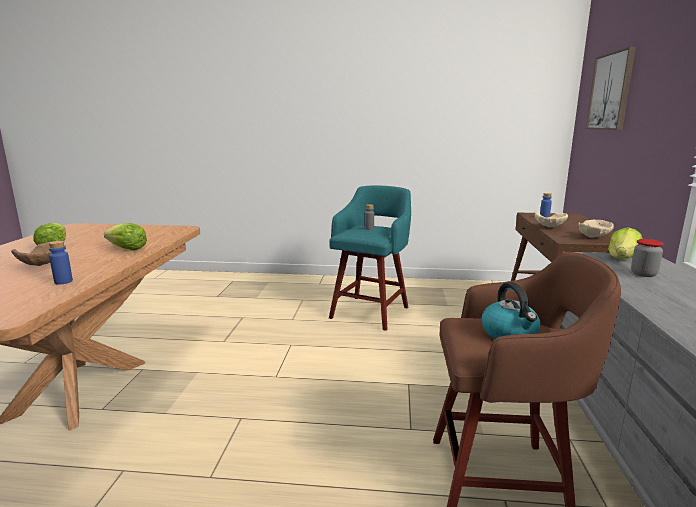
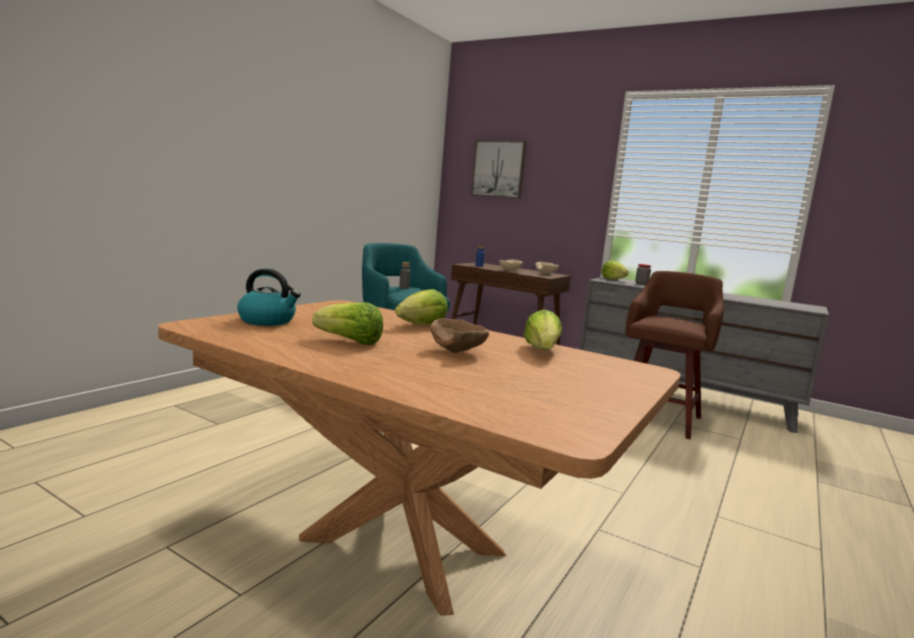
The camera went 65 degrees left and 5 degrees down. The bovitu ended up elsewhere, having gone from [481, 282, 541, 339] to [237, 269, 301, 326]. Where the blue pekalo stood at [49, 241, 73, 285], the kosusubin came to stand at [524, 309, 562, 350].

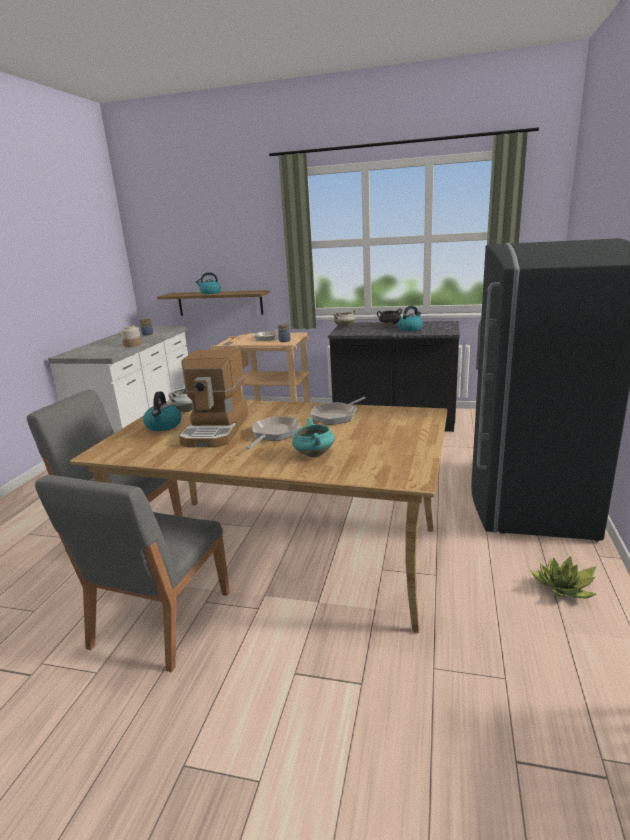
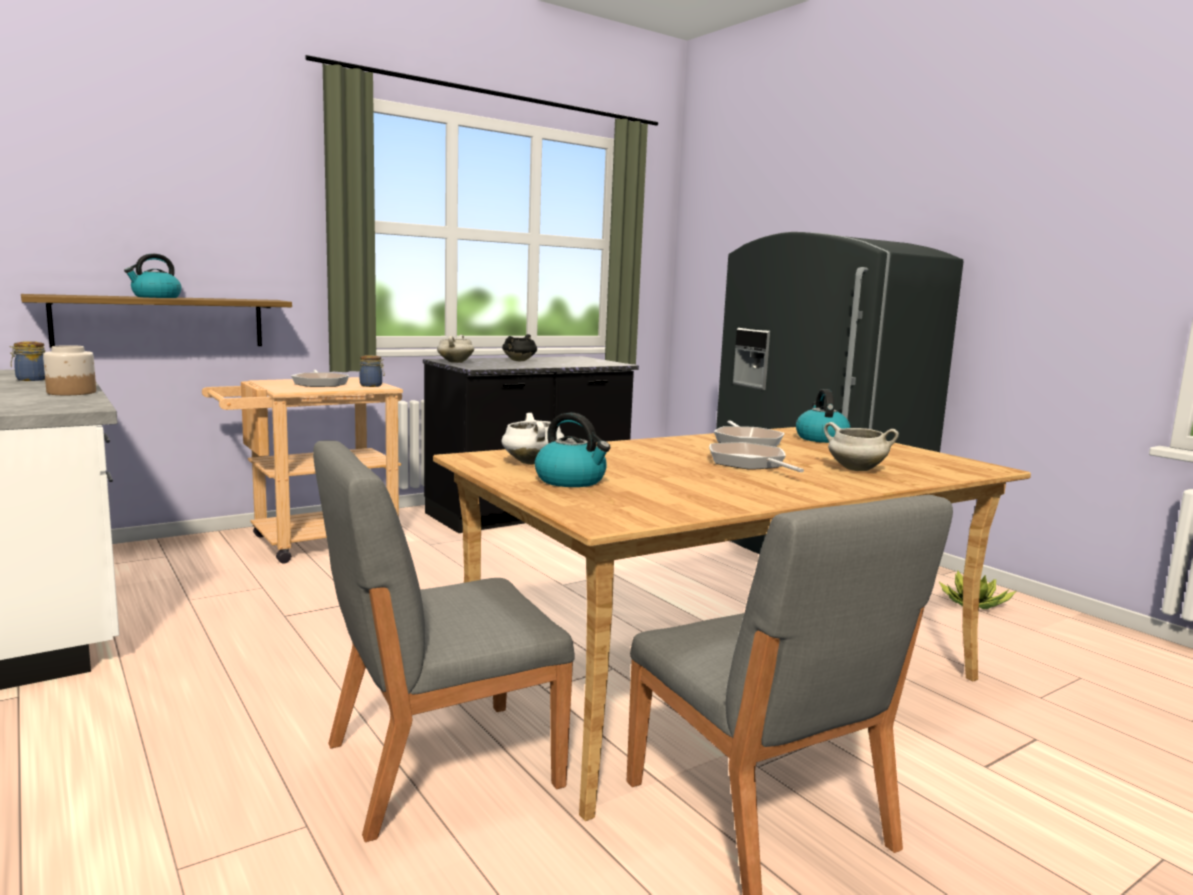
The camera went 50 degrees left and 10 degrees down. The bovitu ended up elsewhere, having gone from [398, 306, 423, 331] to [796, 389, 850, 443]. What was the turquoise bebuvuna at [292, 418, 335, 457] turned into the white bebuvuna at [824, 422, 899, 471]. The second view lost the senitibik at [179, 349, 248, 448].

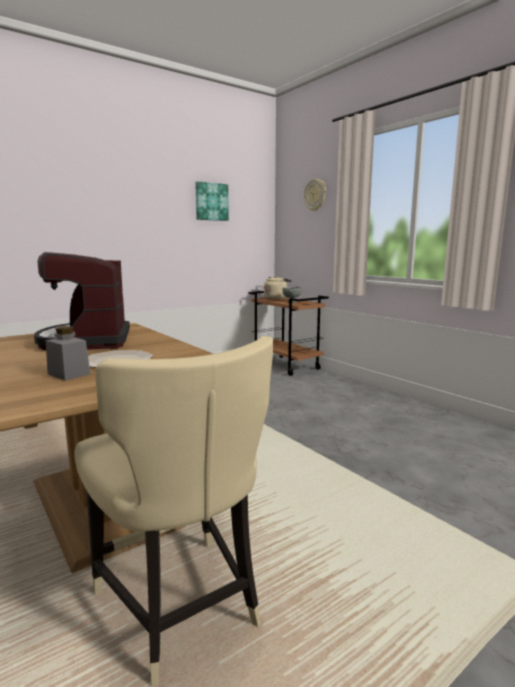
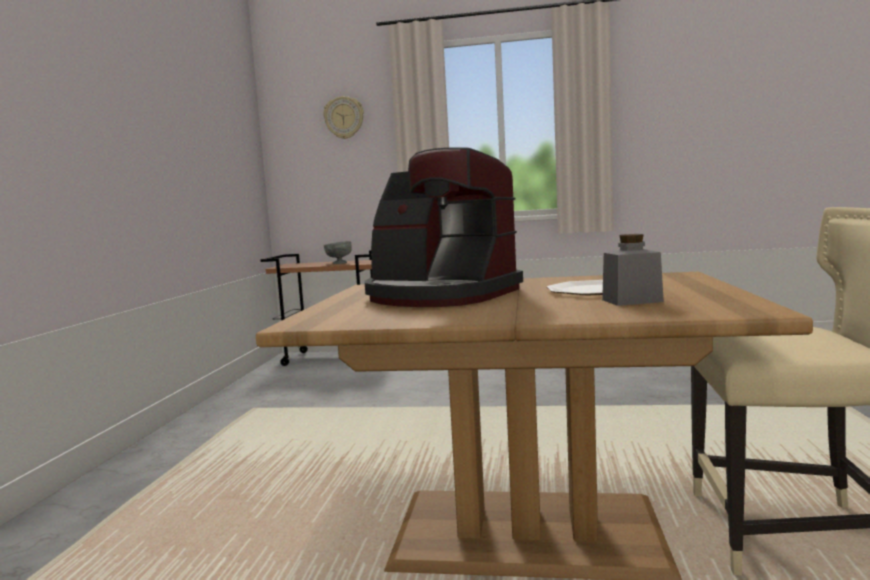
The camera went 45 degrees left and 5 degrees down. The second view lost the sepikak at [195, 181, 229, 221]. The second view lost the beige bovitu at [264, 276, 292, 299].

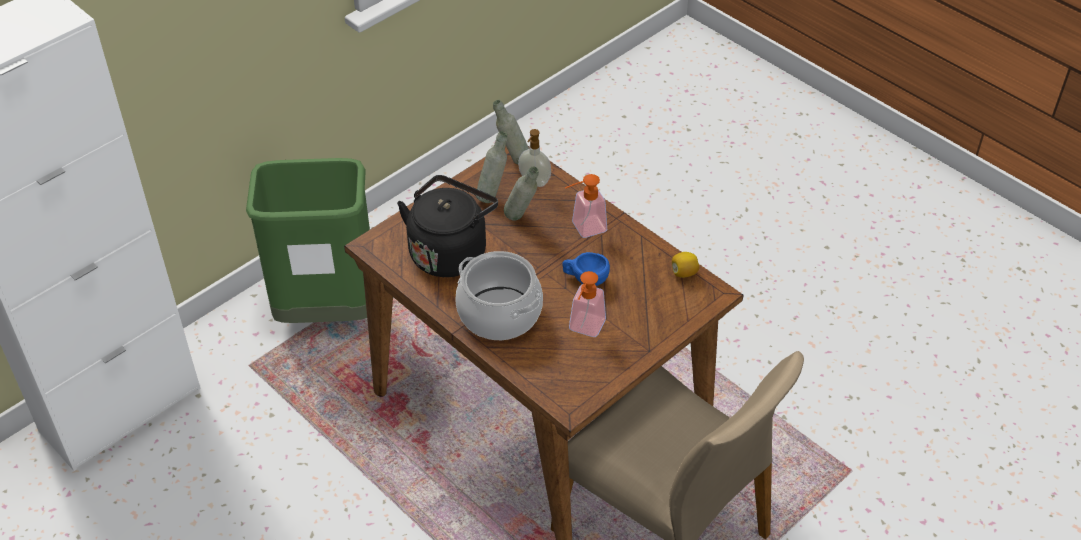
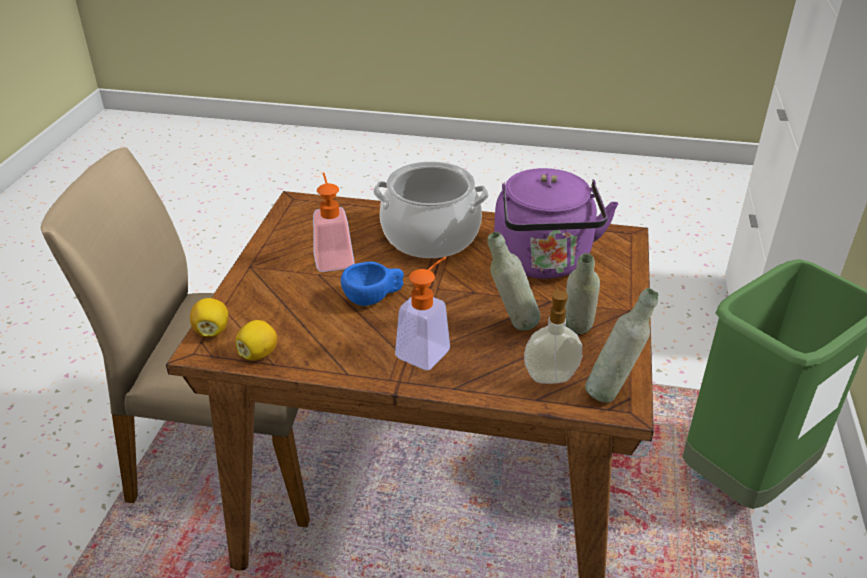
The camera went 145 degrees right and 10 degrees down. The second view gained the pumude at [190, 298, 228, 337]. What was the black bovitu at [397, 175, 498, 277] turned into the purple bovitu at [494, 168, 618, 279].

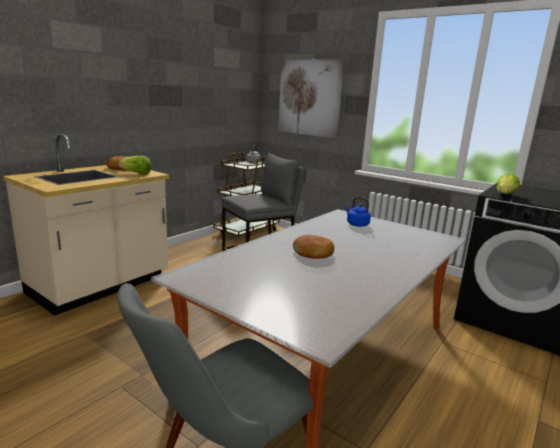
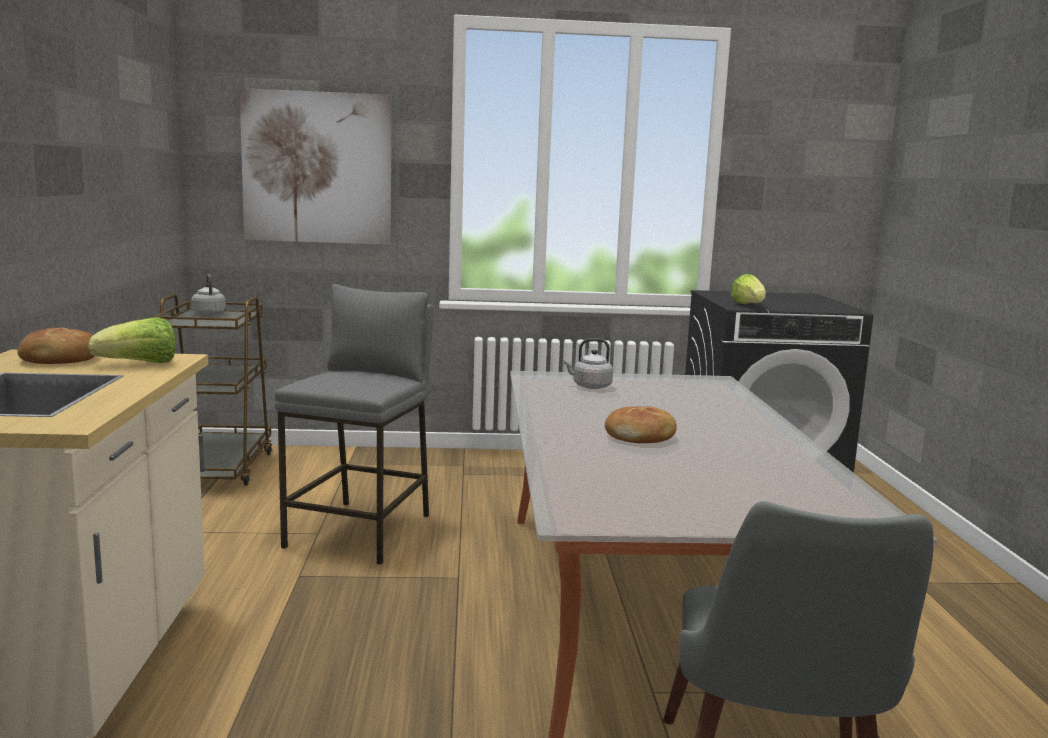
The camera went 40 degrees left and 5 degrees down. What was the blue bovitu at [345, 197, 371, 227] turned into the grey bovitu at [563, 338, 613, 389].

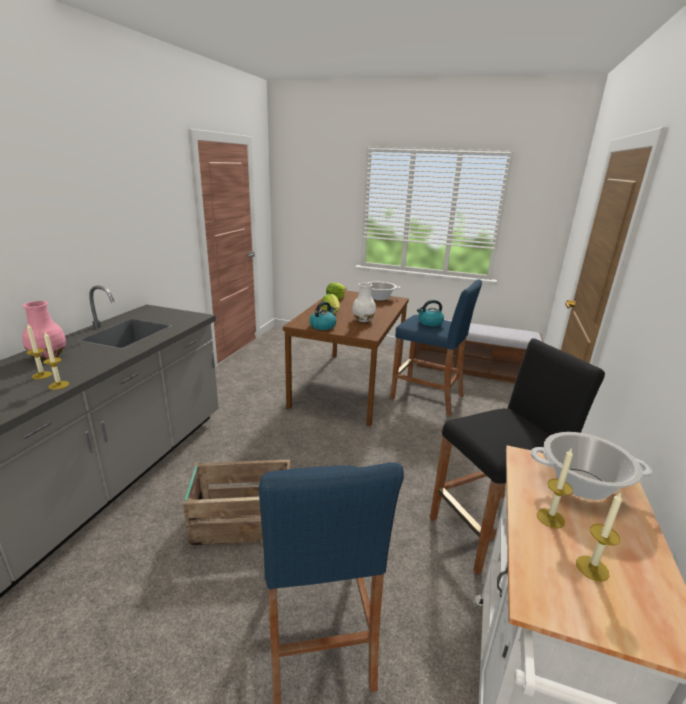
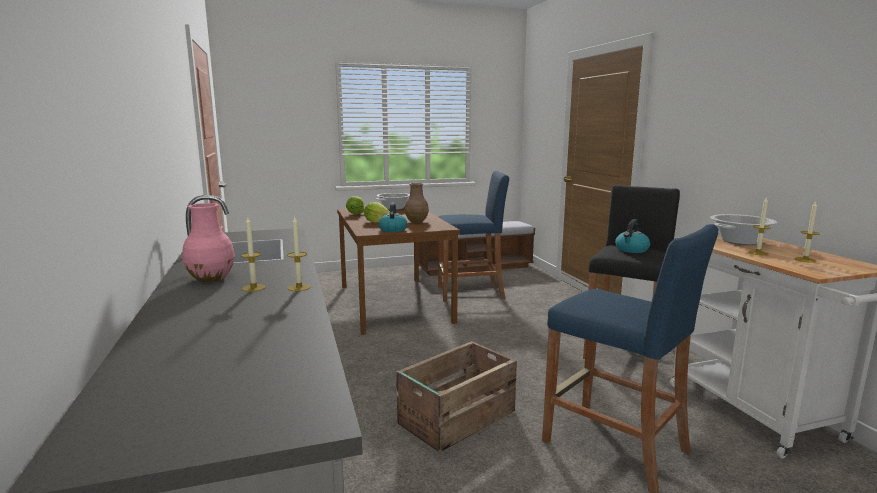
The camera went 35 degrees left and 10 degrees down. What was the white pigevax at [352, 283, 376, 322] turned into the brown pigevax at [405, 183, 429, 223]. The bovitu ended up elsewhere, having gone from [417, 300, 444, 326] to [615, 219, 650, 253].

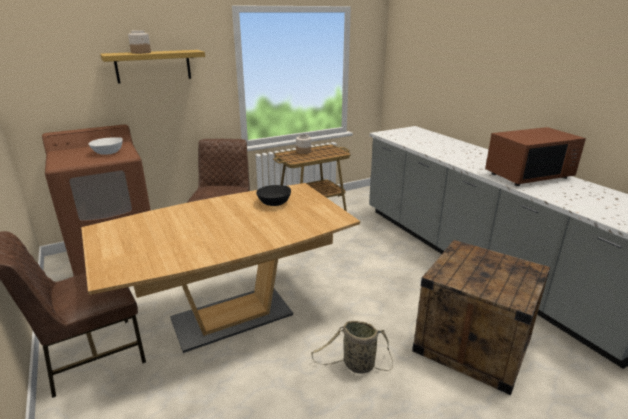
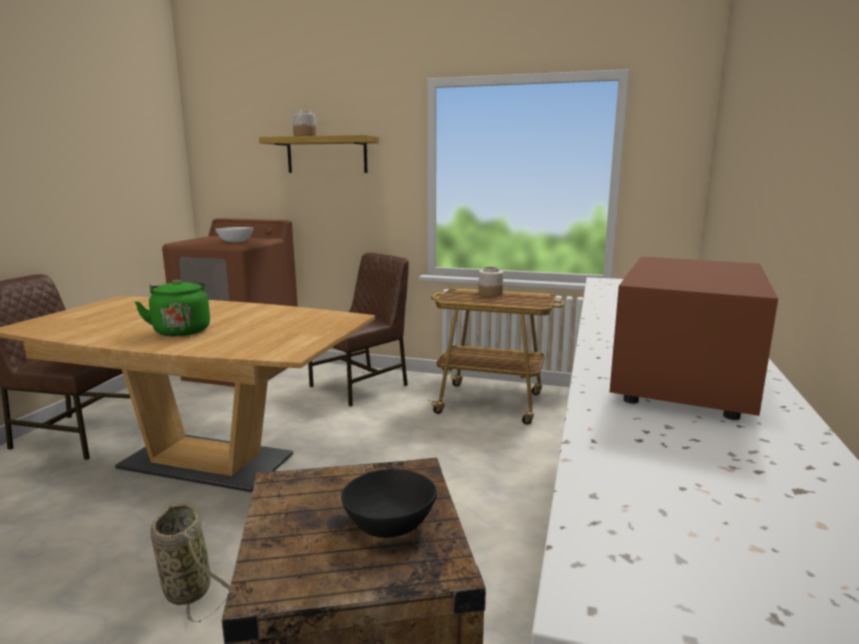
The camera went 45 degrees right and 10 degrees down. The second view gained the green bovitu at [135, 279, 210, 336]. The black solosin ended up elsewhere, having gone from [256, 185, 291, 206] to [341, 469, 437, 538]. The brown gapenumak at [485, 127, 586, 186] ended up facing another way, 90 degrees clockwise from before.

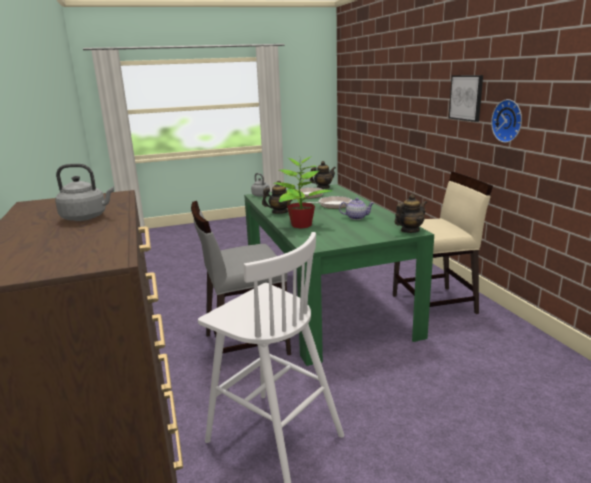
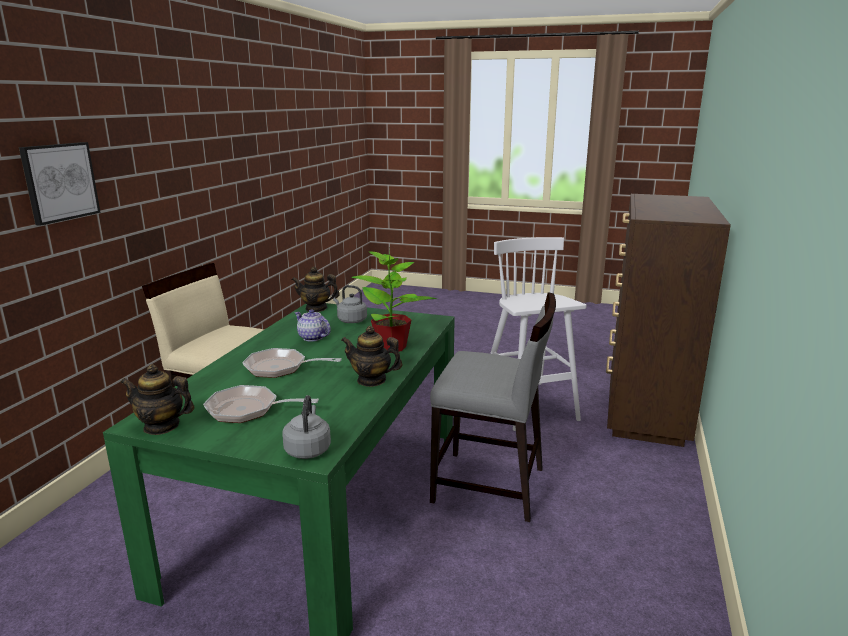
The camera went 145 degrees left and 0 degrees up. The grey bovitu ended up elsewhere, having gone from [55, 164, 114, 221] to [333, 285, 367, 323]. The second view lost the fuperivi at [491, 99, 522, 143].

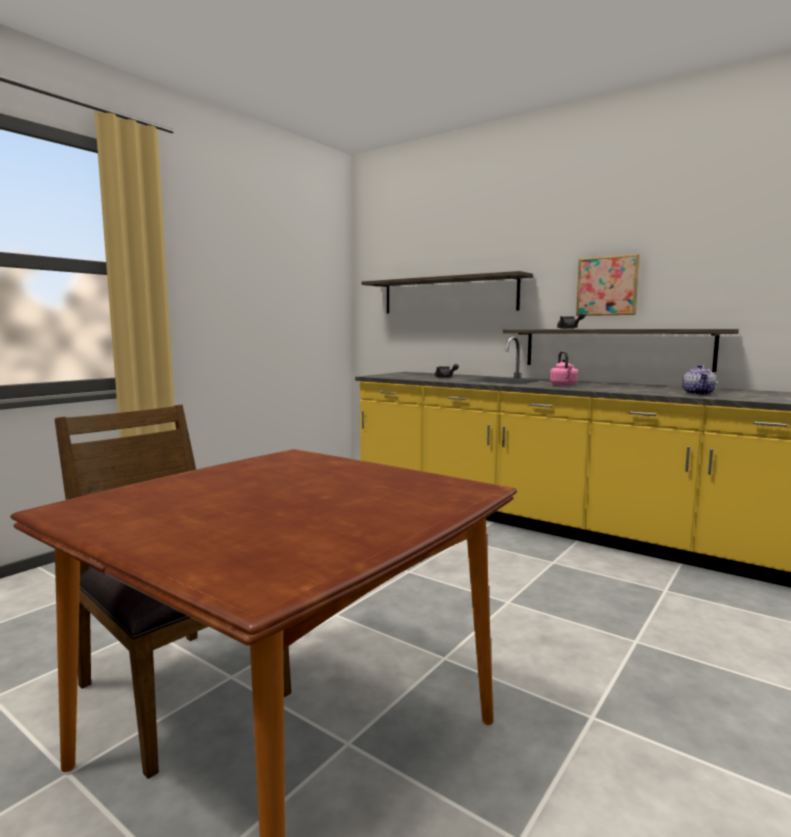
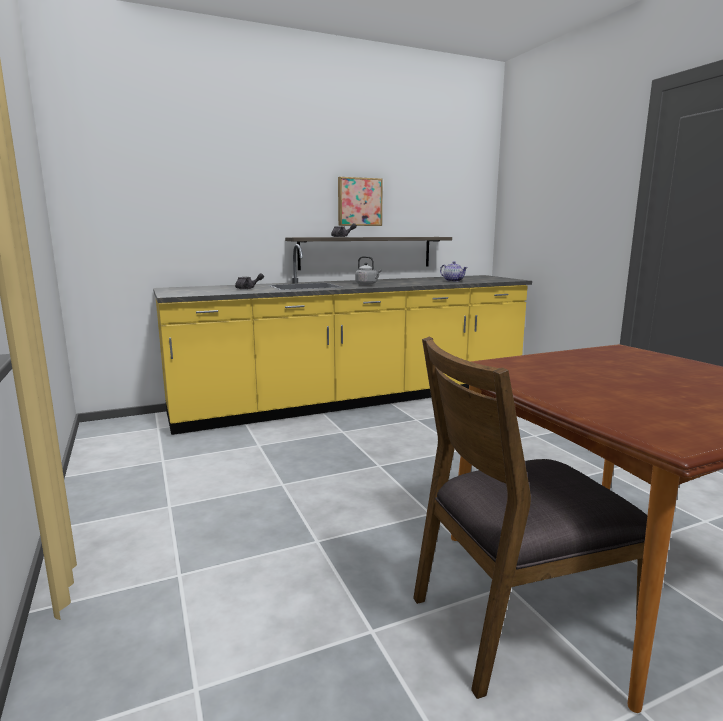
The camera went 60 degrees left and 5 degrees up. What was the pink bovitu at [549, 351, 578, 386] turned into the grey bovitu at [355, 256, 382, 285]. The second view lost the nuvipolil at [361, 271, 533, 313].

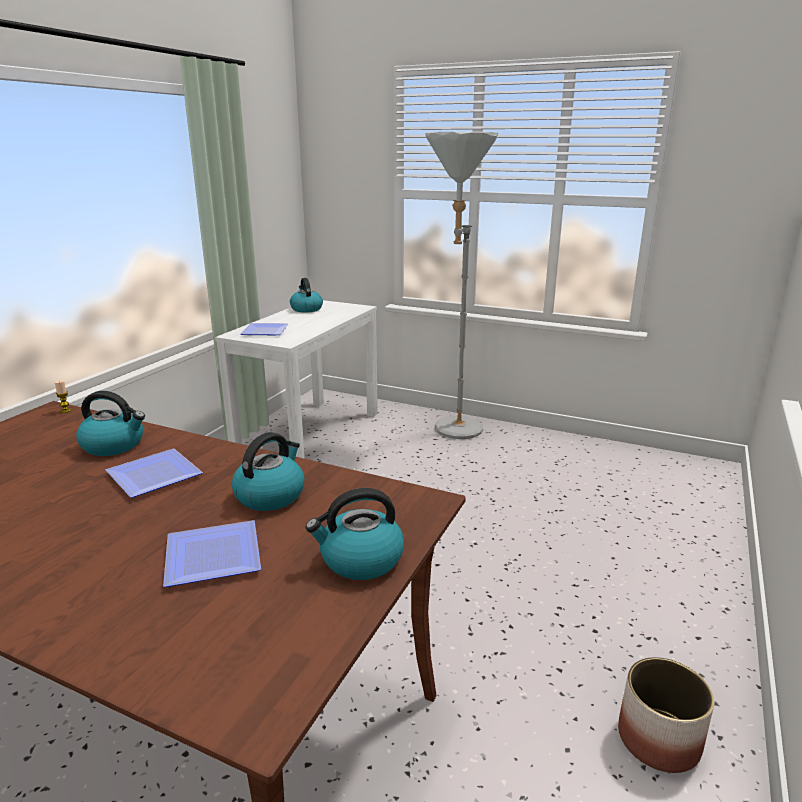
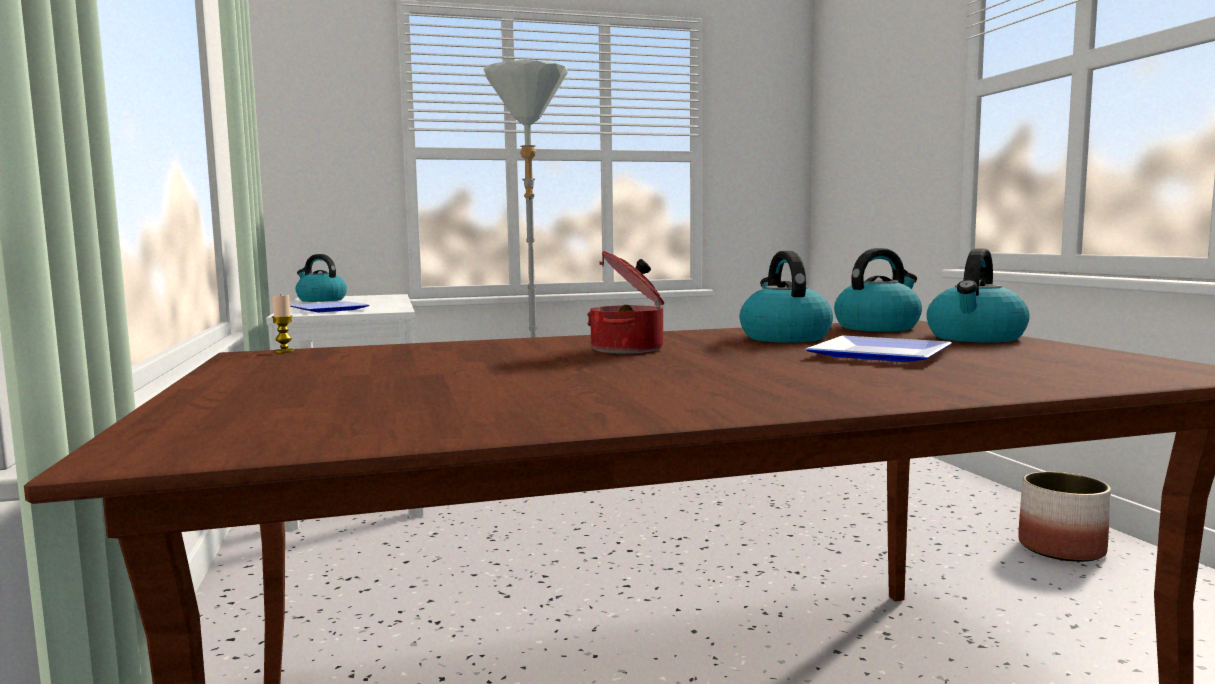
The camera went 40 degrees left and 15 degrees down. Where the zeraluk stood at [106, 449, 203, 498], the bebuvuna came to stand at [587, 251, 664, 354]. The bovitu ended up elsewhere, having gone from [76, 391, 145, 456] to [834, 248, 922, 332].

